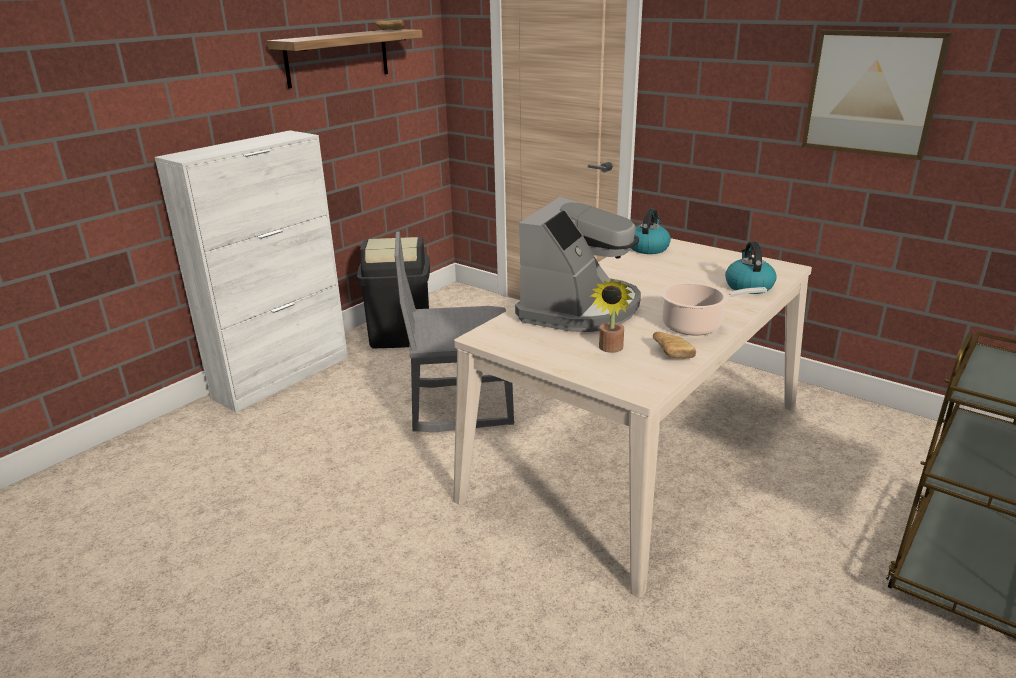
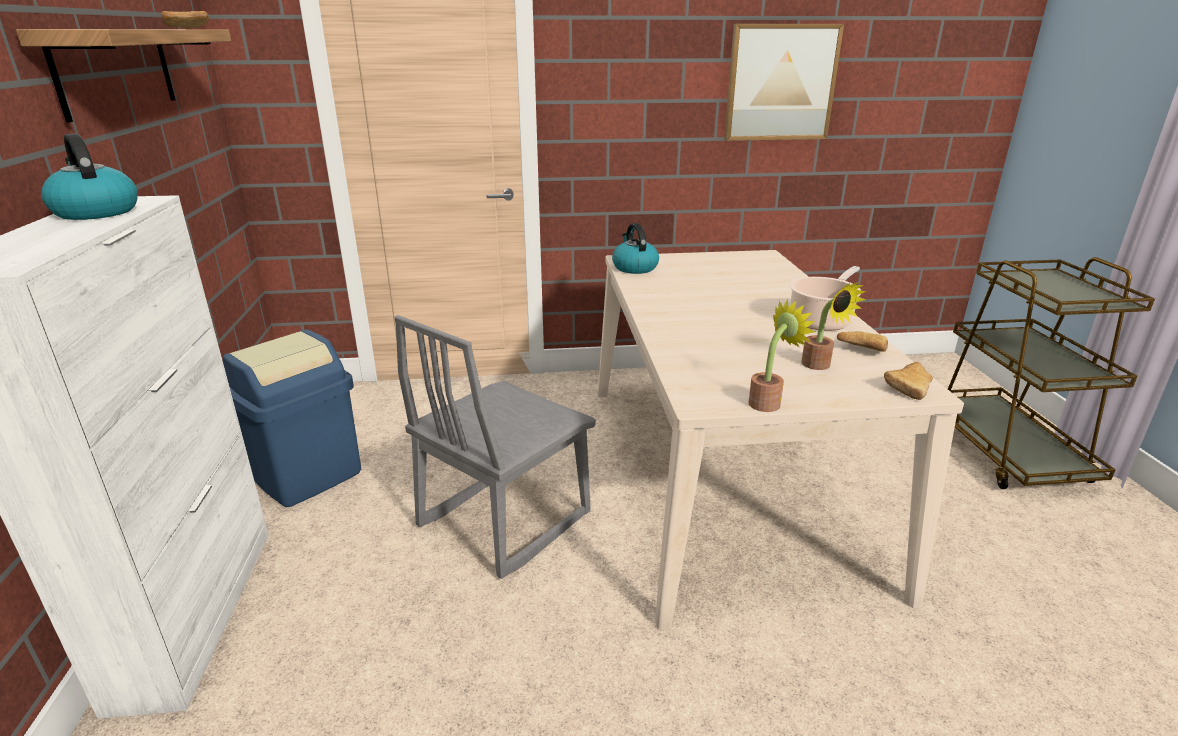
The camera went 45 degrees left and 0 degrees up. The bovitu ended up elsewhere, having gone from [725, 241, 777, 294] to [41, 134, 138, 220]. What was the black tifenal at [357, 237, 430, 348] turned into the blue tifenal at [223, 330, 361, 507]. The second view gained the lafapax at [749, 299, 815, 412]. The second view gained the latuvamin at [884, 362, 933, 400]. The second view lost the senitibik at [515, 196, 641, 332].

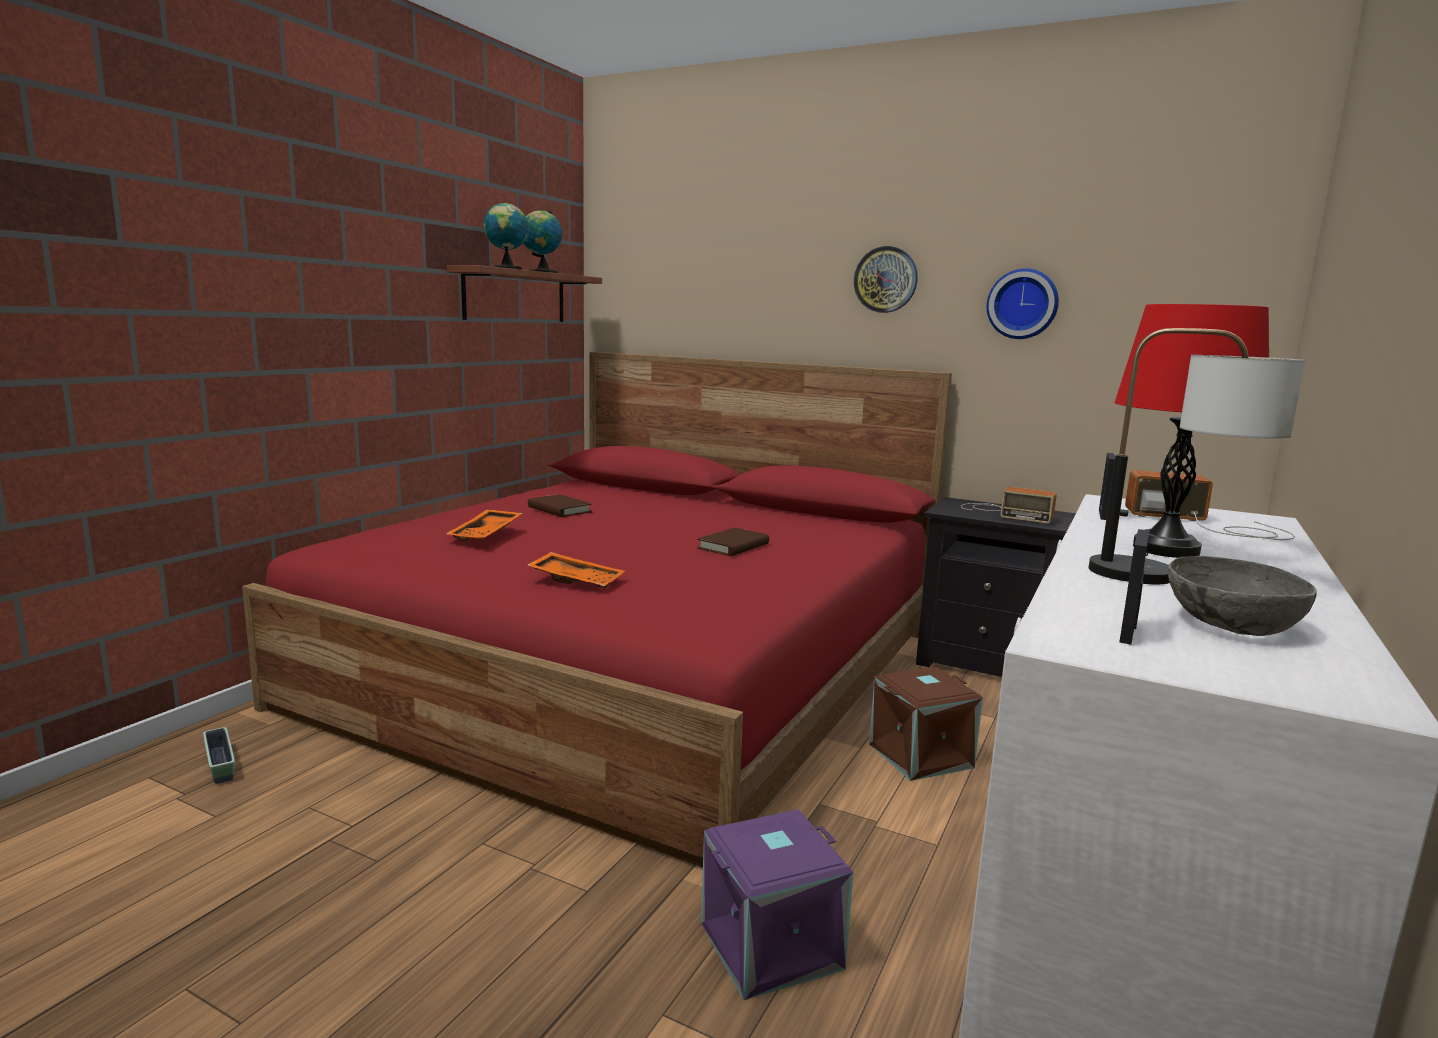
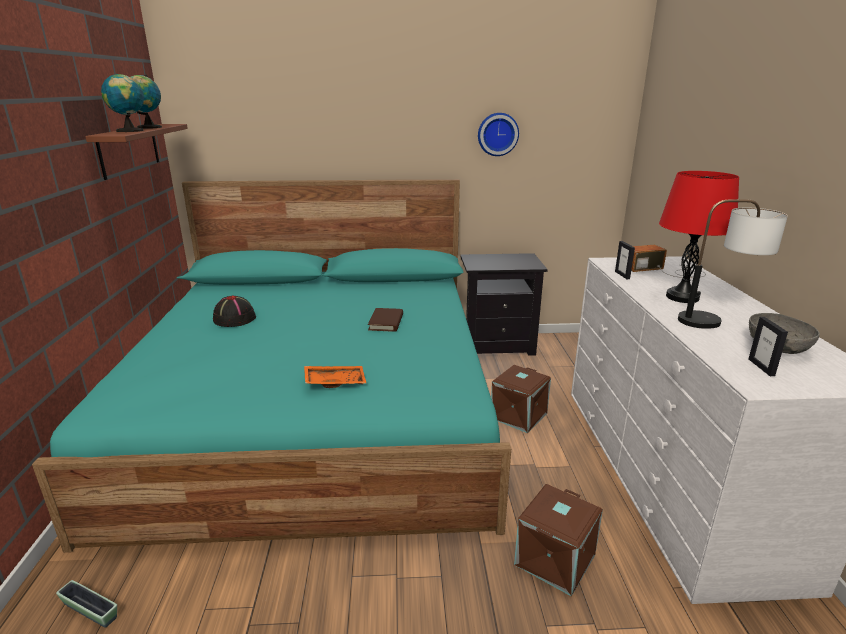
The camera went 30 degrees left and 10 degrees up. What was the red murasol at [242, 352, 952, 868] turned into the turquoise murasol at [32, 179, 511, 553]. Where the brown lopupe stood at [528, 494, 592, 517], the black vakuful came to stand at [213, 296, 256, 327]. What was the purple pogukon at [701, 809, 853, 1000] turned into the brown pogukon at [514, 484, 603, 597]. The second view lost the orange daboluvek at [447, 510, 522, 541]. The second view lost the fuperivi at [854, 246, 918, 313]. The second view lost the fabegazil at [961, 487, 1057, 524].

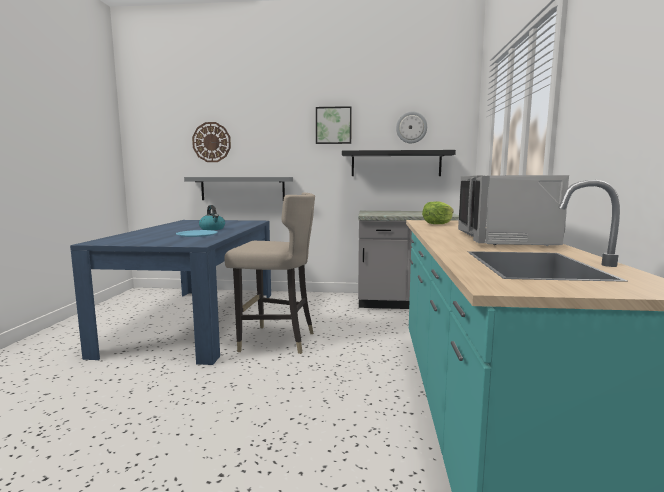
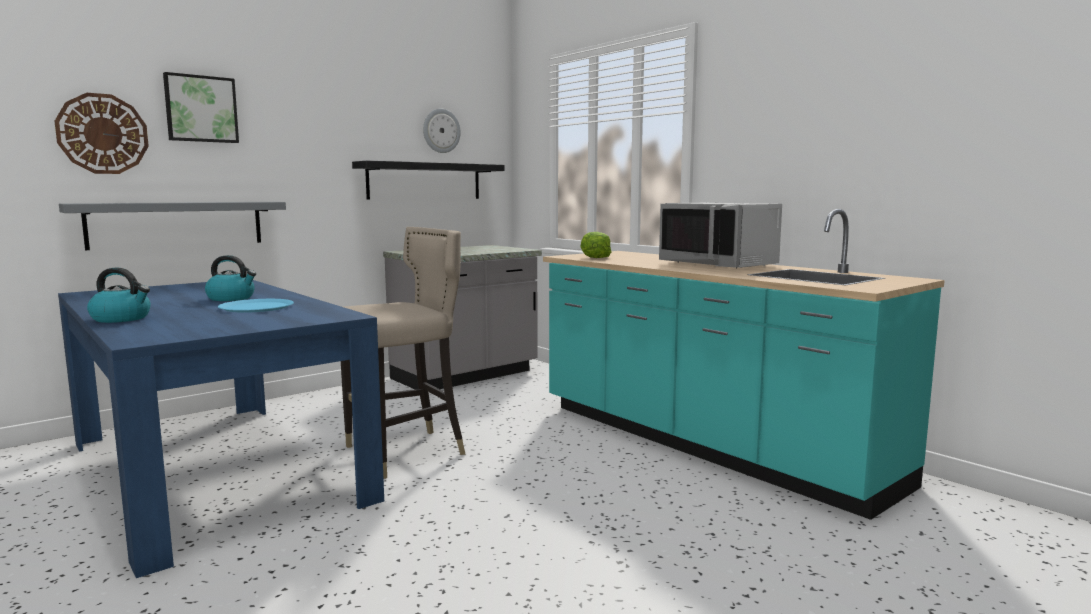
The camera went 45 degrees left and 0 degrees up. The second view gained the bovitu at [87, 267, 151, 323]. The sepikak ended up elsewhere, having gone from [316, 106, 352, 144] to [163, 72, 239, 143].

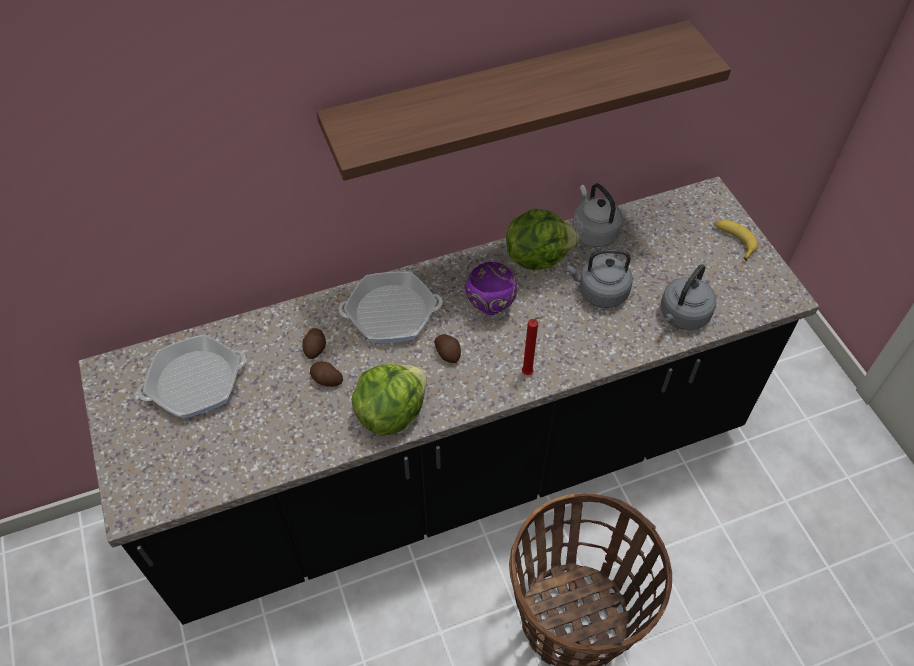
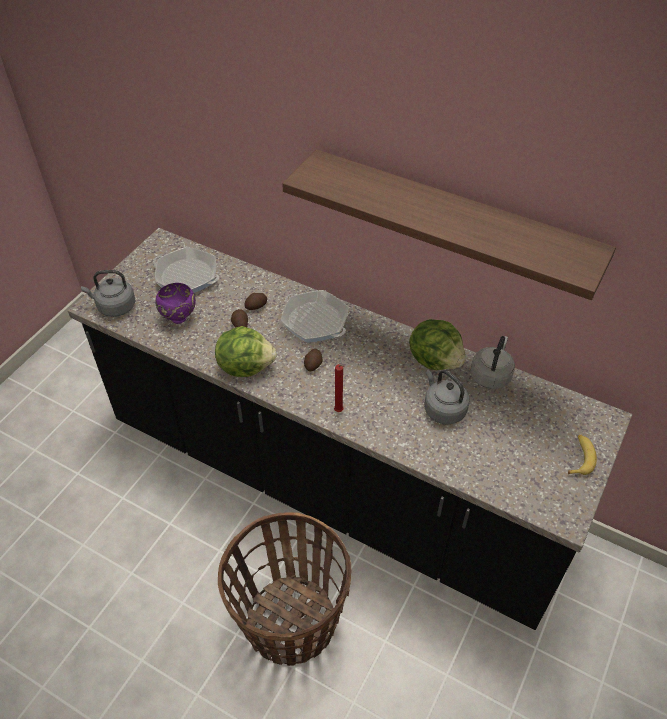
The camera went 50 degrees right and 5 degrees down. The grey bovitu ended up elsewhere, having gone from [660, 264, 716, 330] to [81, 270, 135, 317]. The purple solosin ended up elsewhere, having gone from [465, 262, 517, 315] to [155, 283, 196, 324].

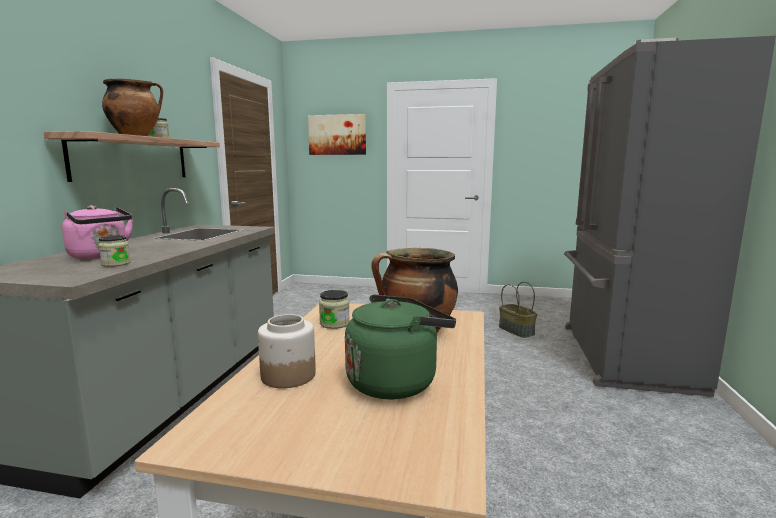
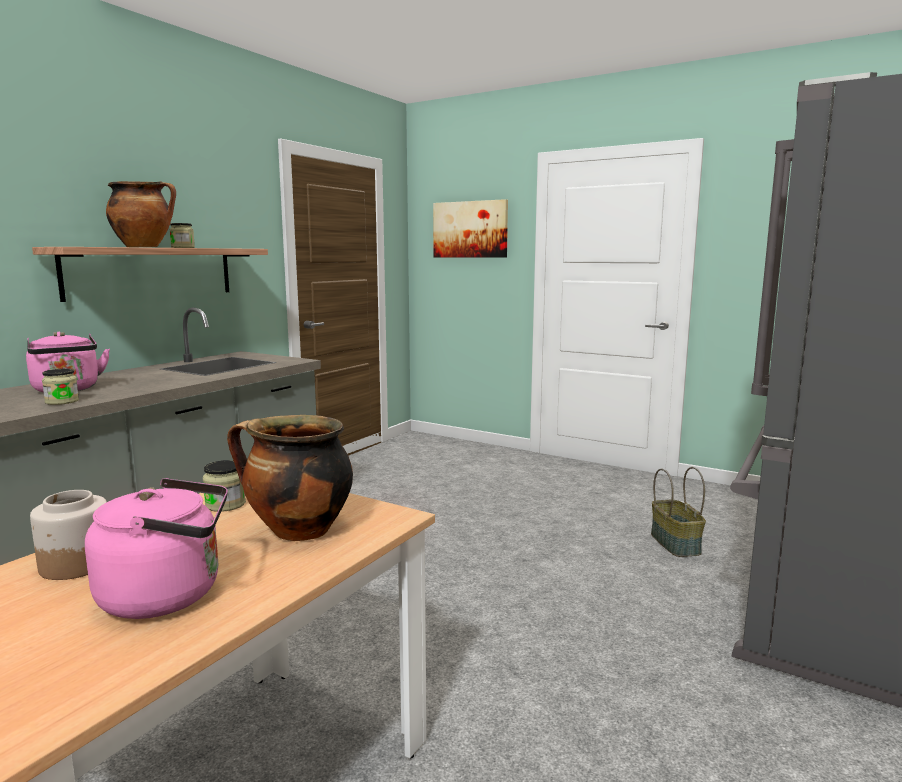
The camera went 20 degrees right and 0 degrees up. What was the green bovitu at [345, 294, 456, 400] turned into the pink bovitu at [85, 478, 228, 619].

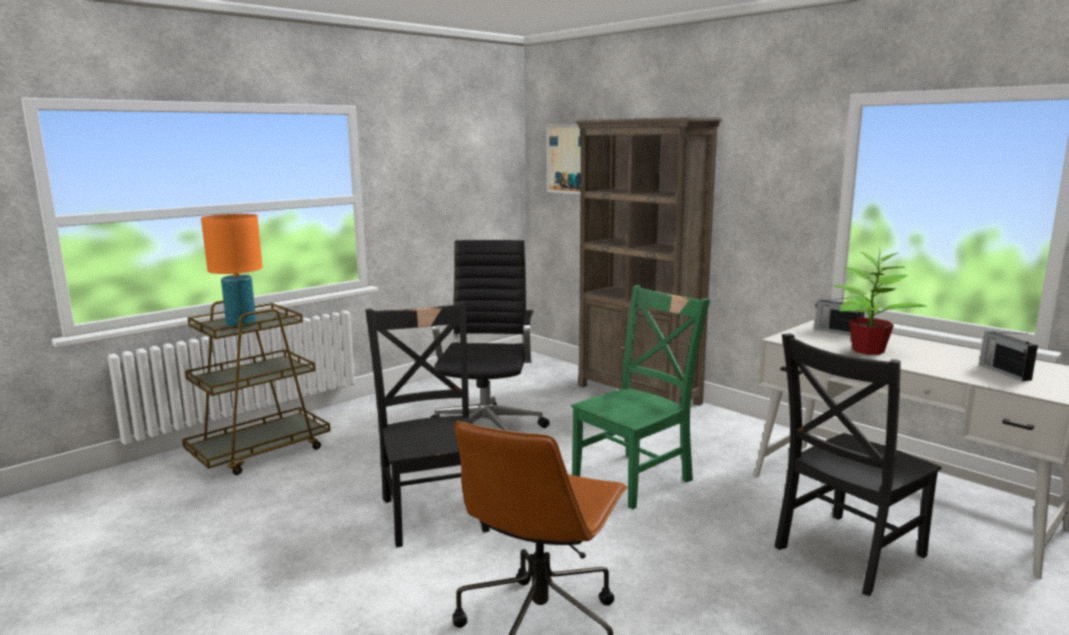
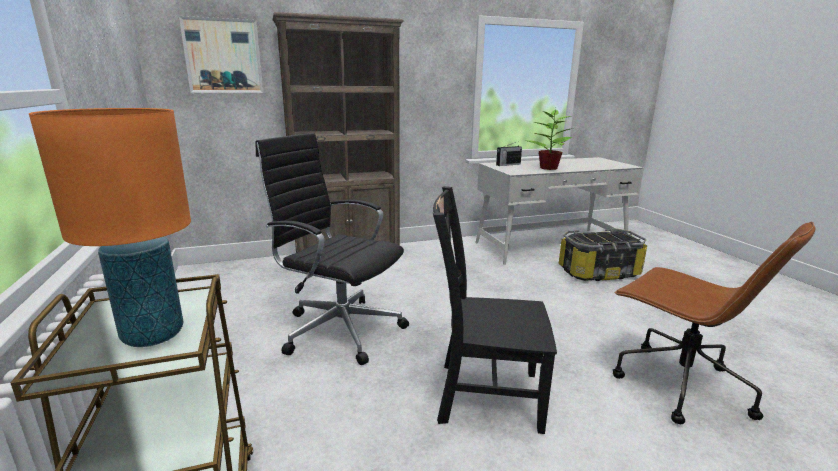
The camera went 65 degrees left and 5 degrees up. Where the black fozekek stood at [775, 333, 942, 596], the pogukon came to stand at [559, 228, 647, 281]. The second view lost the green fozekek at [571, 285, 710, 509]. The second view lost the fabegazil at [980, 331, 1038, 381].

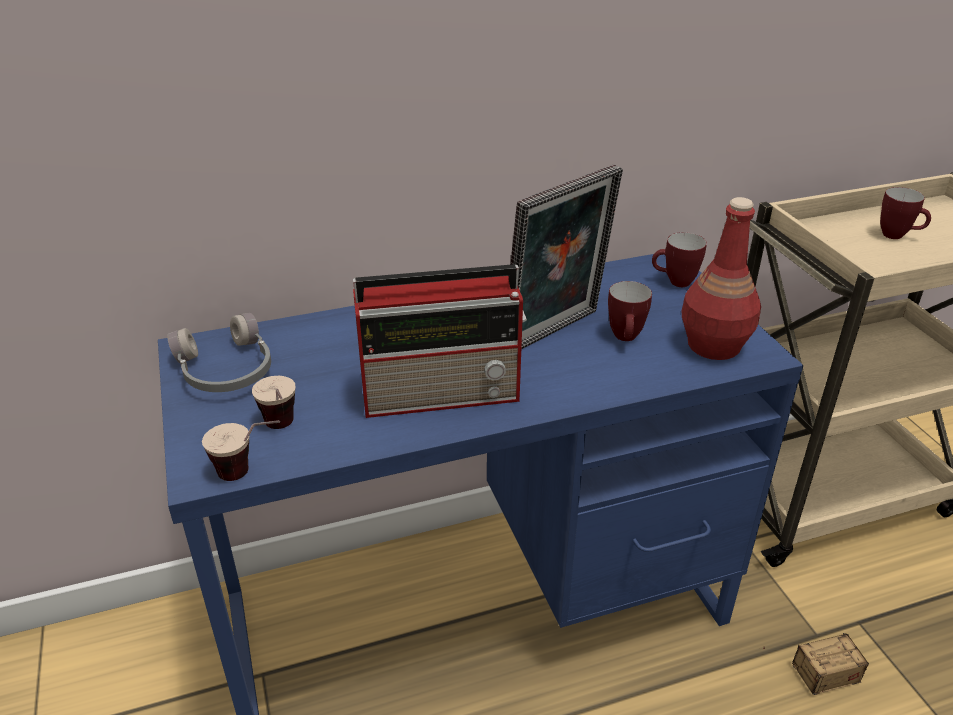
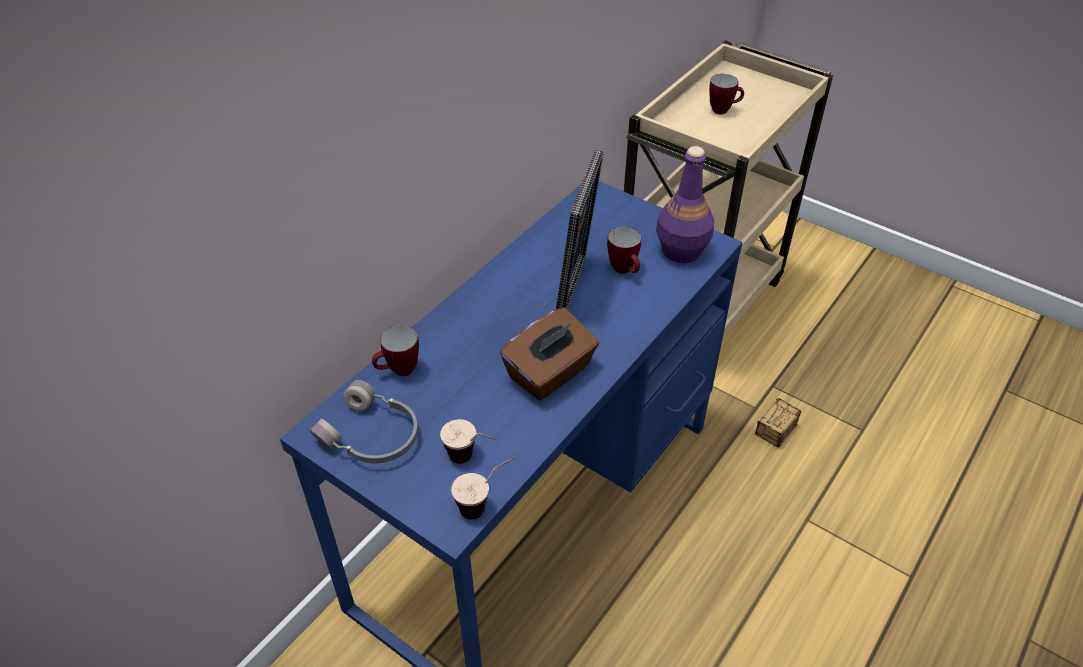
The camera went 35 degrees left and 10 degrees up. The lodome ended up elsewhere, having gone from [652, 232, 707, 287] to [372, 325, 419, 376]. Where the fabegazil stood at [353, 264, 527, 418], the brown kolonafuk came to stand at [500, 308, 599, 400]. What was the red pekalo at [682, 197, 761, 360] turned into the purple pekalo at [656, 146, 714, 263].

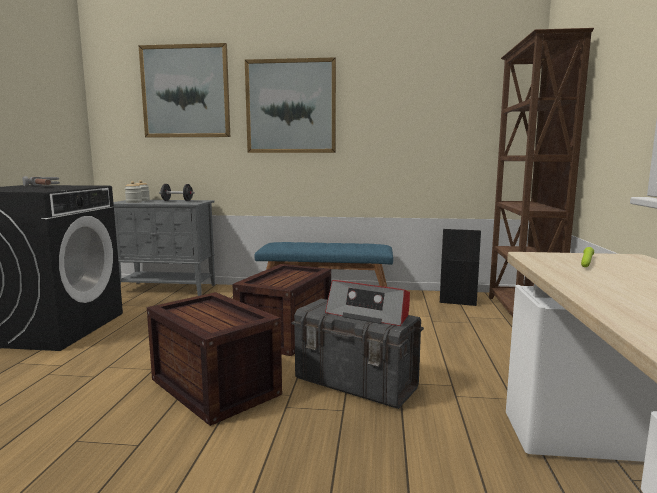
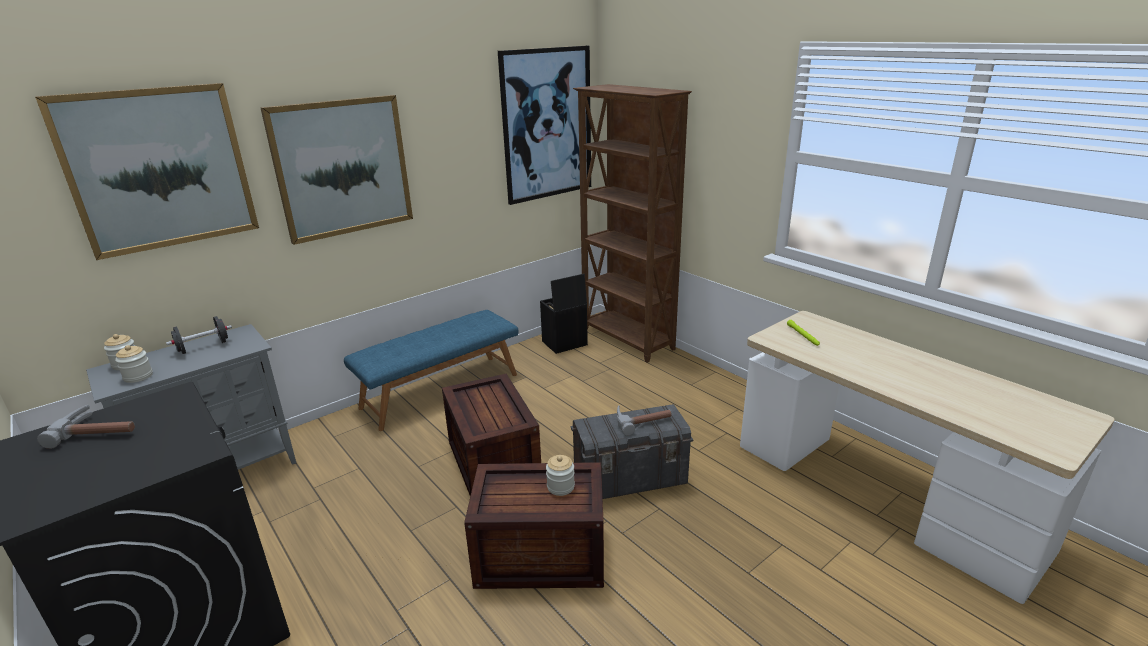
The camera went 45 degrees left and 15 degrees up. The second view gained the sepikak at [498, 46, 591, 205]. The second view gained the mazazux at [546, 455, 575, 496]. Where the fabegazil stood at [325, 280, 410, 326], the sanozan came to stand at [617, 405, 672, 436].

